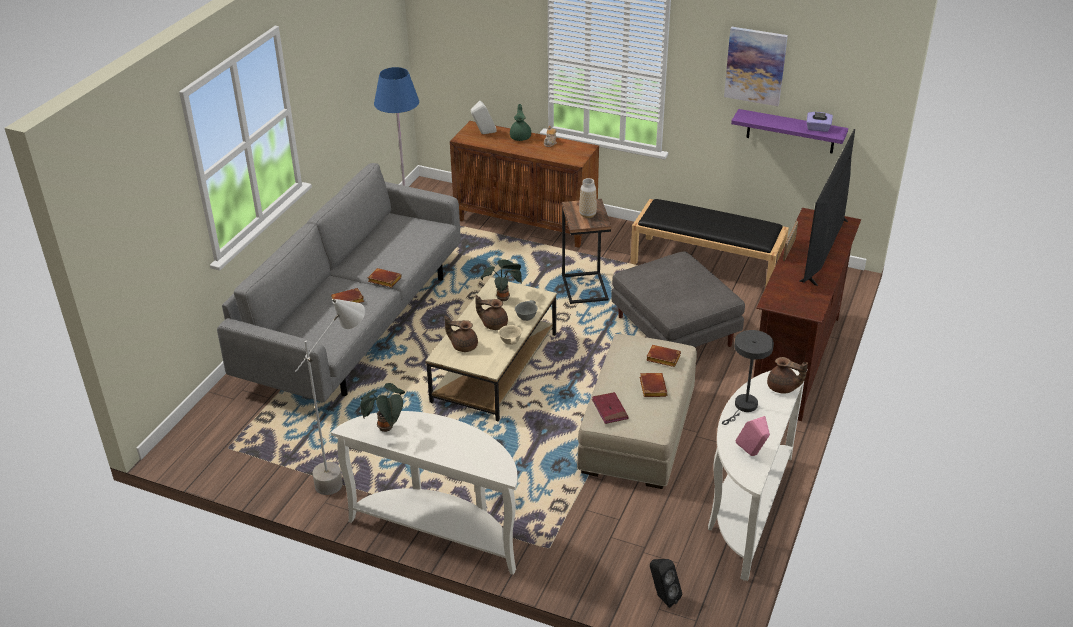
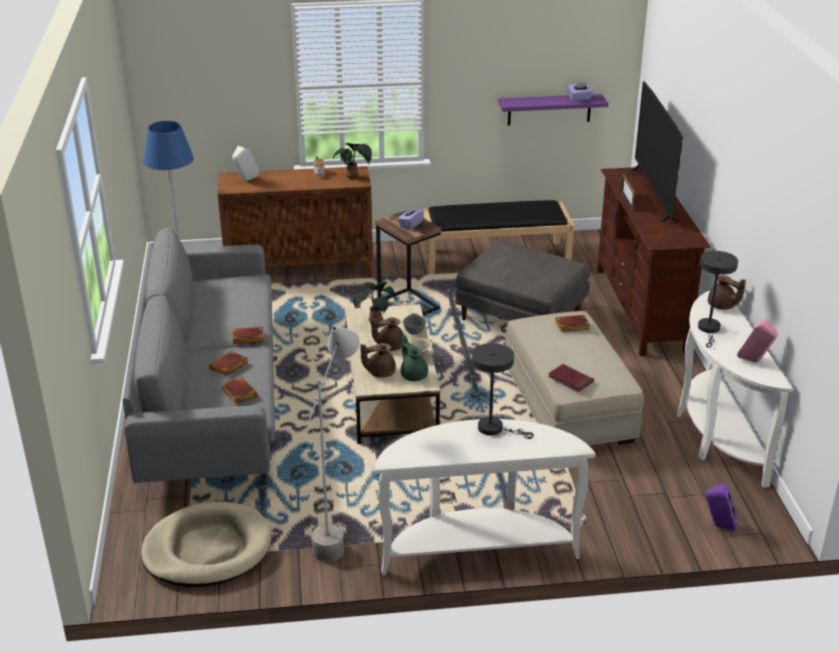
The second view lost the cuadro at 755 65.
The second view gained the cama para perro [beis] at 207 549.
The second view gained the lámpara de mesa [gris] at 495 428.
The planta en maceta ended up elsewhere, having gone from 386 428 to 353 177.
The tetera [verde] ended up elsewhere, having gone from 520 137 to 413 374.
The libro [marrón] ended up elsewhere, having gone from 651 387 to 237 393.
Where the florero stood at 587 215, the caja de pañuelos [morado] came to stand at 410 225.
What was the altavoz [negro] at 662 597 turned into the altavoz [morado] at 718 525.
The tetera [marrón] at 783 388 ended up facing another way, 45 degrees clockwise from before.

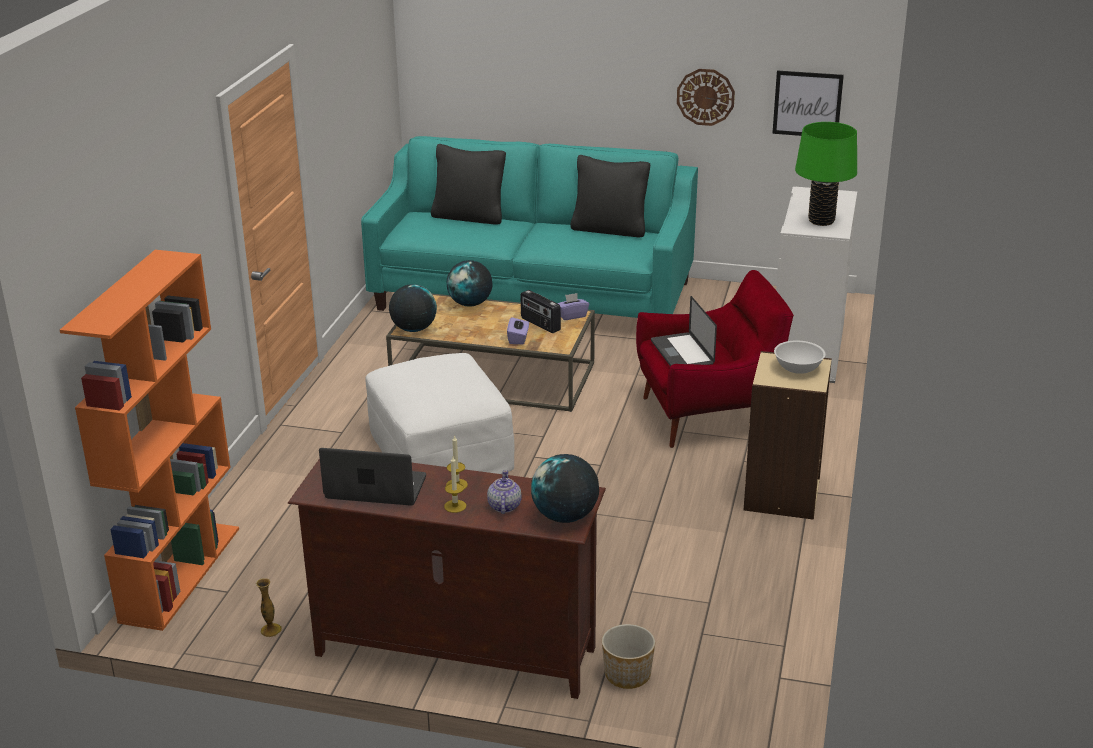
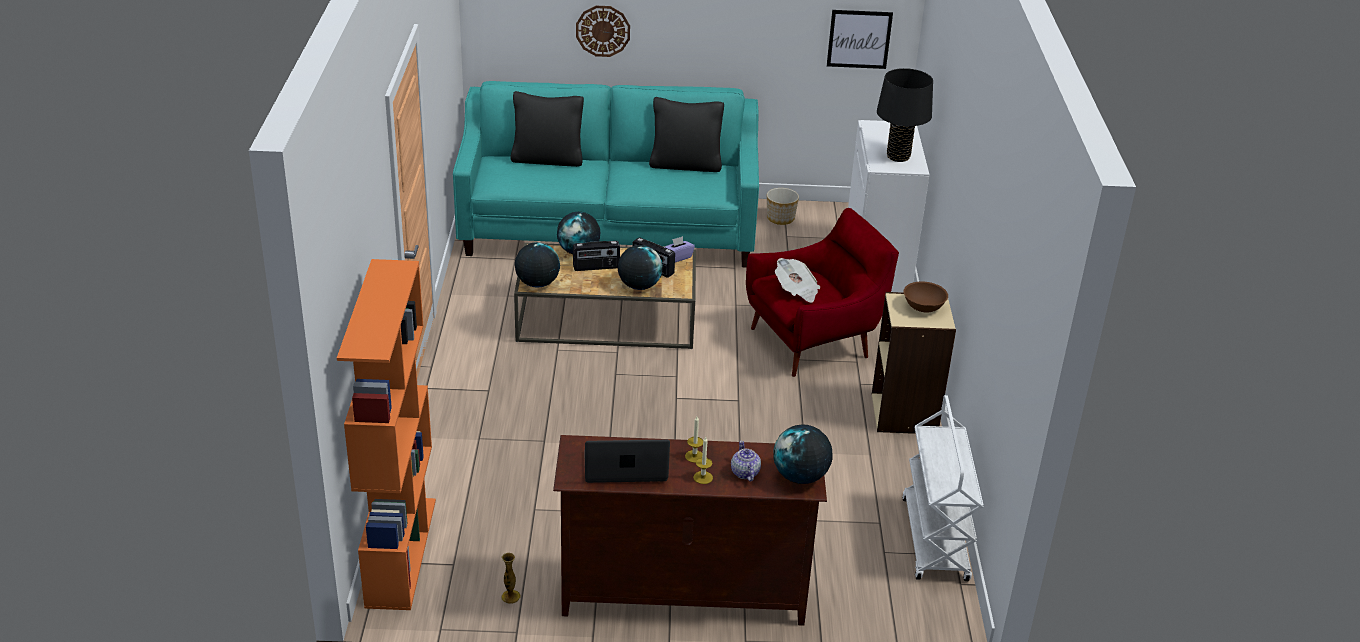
The second view lost the puf [blanco] at 441 448.
The second view gained the radio at 596 267.
The second view gained the carrito [blanco] at 935 540.
The maceta ended up elsewhere, having gone from 627 674 to 780 218.
The reloj de pared ended up elsewhere, having gone from 705 97 to 603 30.
Where the caja de pañuelos [morado] stood at 518 339, the globo terráqueo came to stand at 639 286.
Where the portátil stood at 682 353, the periódico came to stand at 796 291.
What was the cuenco [blanco] at 798 368 turned into the cuenco [marrón] at 923 307.
What was the lámpara de mesa [verde] at 821 221 turned into the lámpara de mesa [negro] at 898 157.

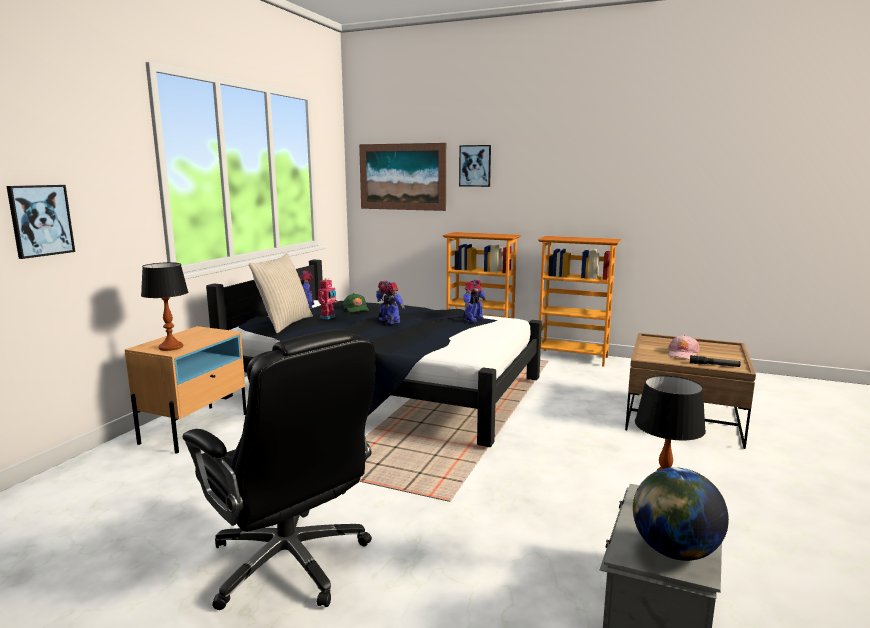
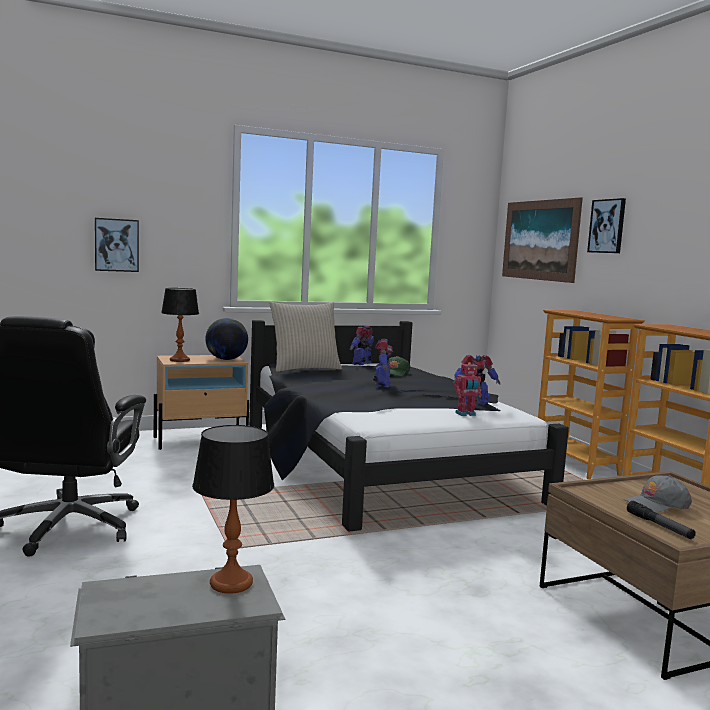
The robot de juguete ended up elsewhere, having gone from 328 317 to 466 414.
The globo terráqueo ended up elsewhere, having gone from 674 551 to 226 359.
What was the gorra [rosa] at 682 354 turned into the gorra [gris] at 657 504.

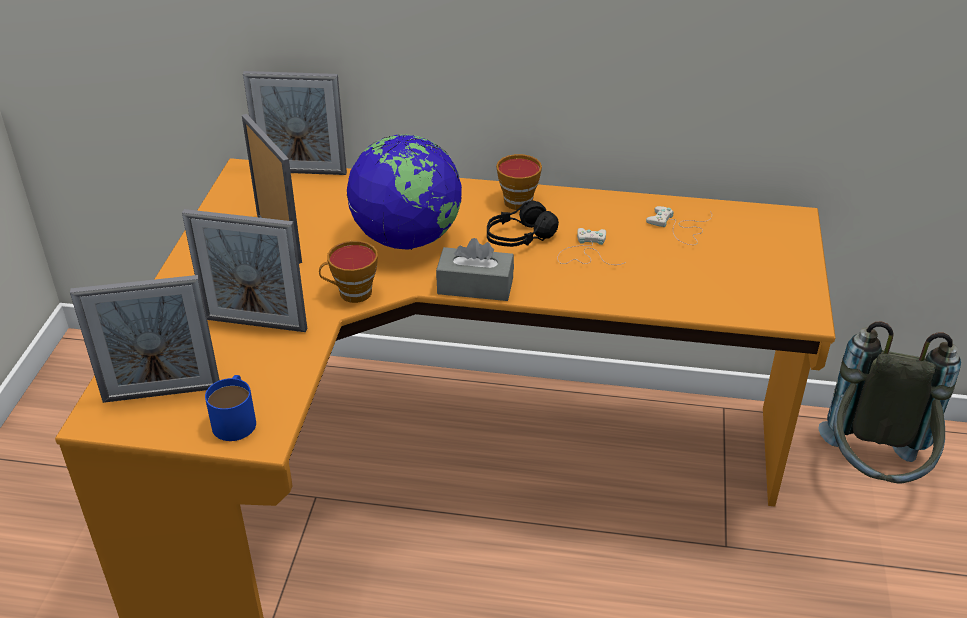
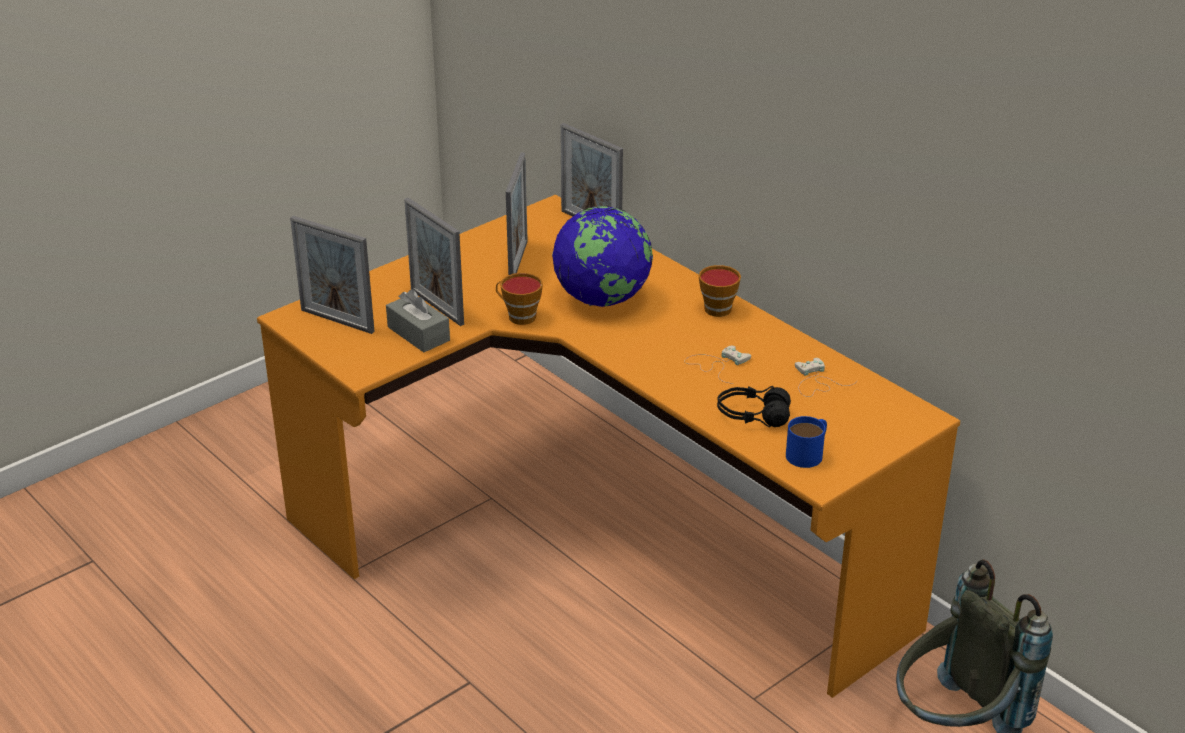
The taza grande [azul] ended up elsewhere, having gone from 236 418 to 808 452.
The caja de pañuelos [gris] ended up elsewhere, having gone from 475 286 to 418 334.
The auriculares [negro] ended up elsewhere, having gone from 519 238 to 752 416.

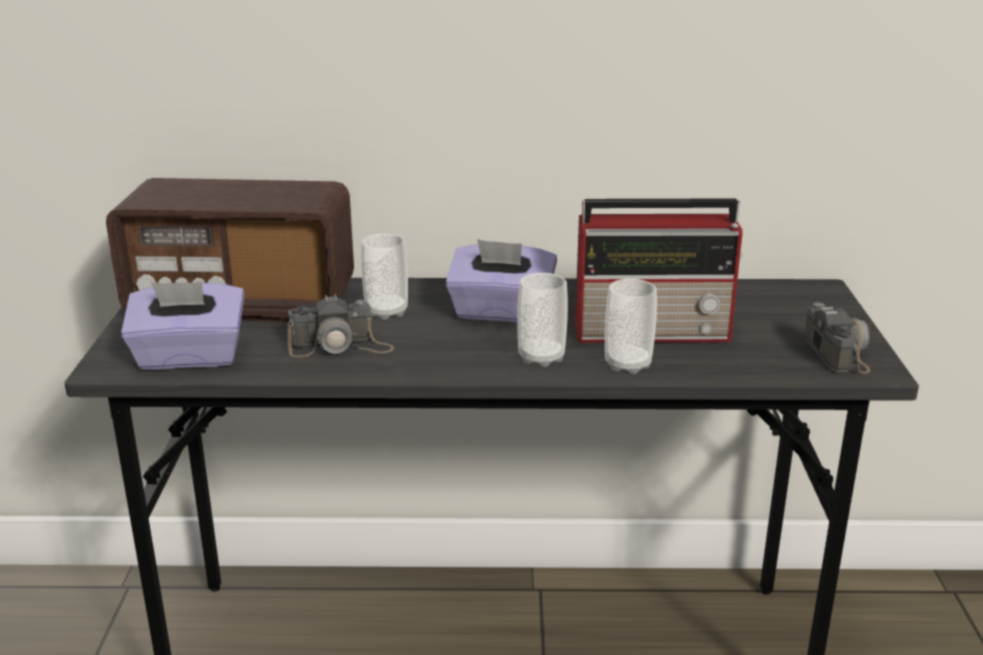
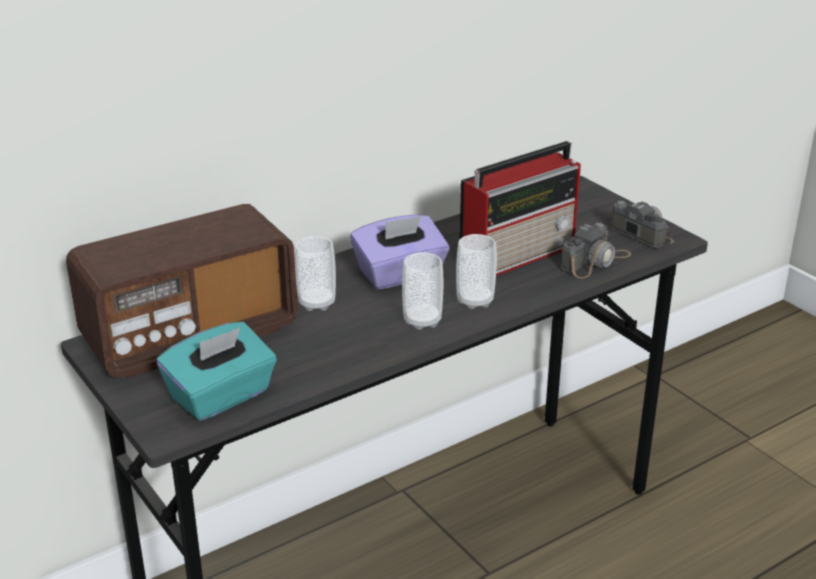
The cámara ended up elsewhere, having gone from 340 346 to 596 261.
The taza ended up elsewhere, having gone from 627 364 to 422 321.
What was the caja de pañuelos [morado] at 189 357 turned into the caja de pañuelos [turquesa] at 221 396.

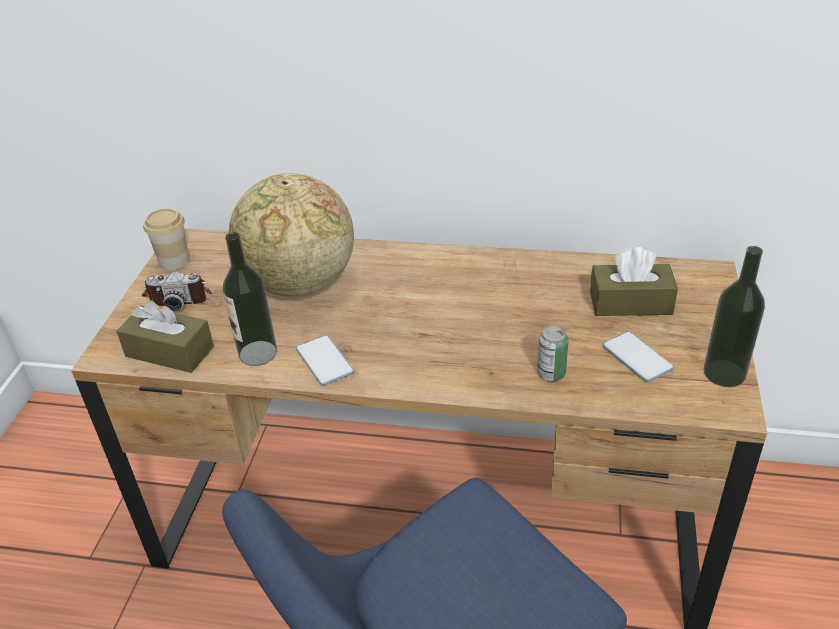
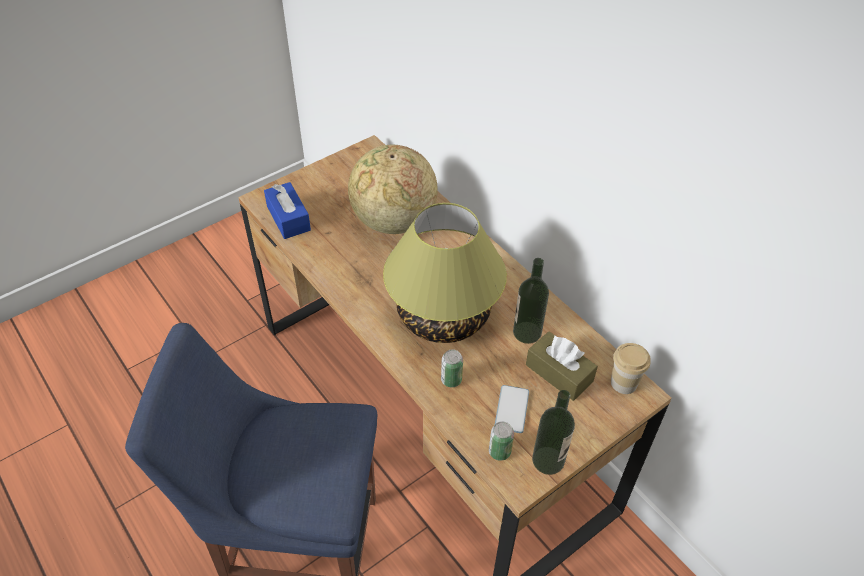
The second view lost the cámara at 179 296.
The second view lost the móvil at 324 361.
The second view gained the lámpara de mesa at 444 316.
The second view gained the lata at 499 451.
The taza ended up elsewhere, having gone from 174 261 to 623 383.
The botella ended up elsewhere, having gone from 257 353 to 527 332.
What was the caja de pañuelos [marrón] at 169 351 turned into the caja de pañuelos [azul] at 288 218.

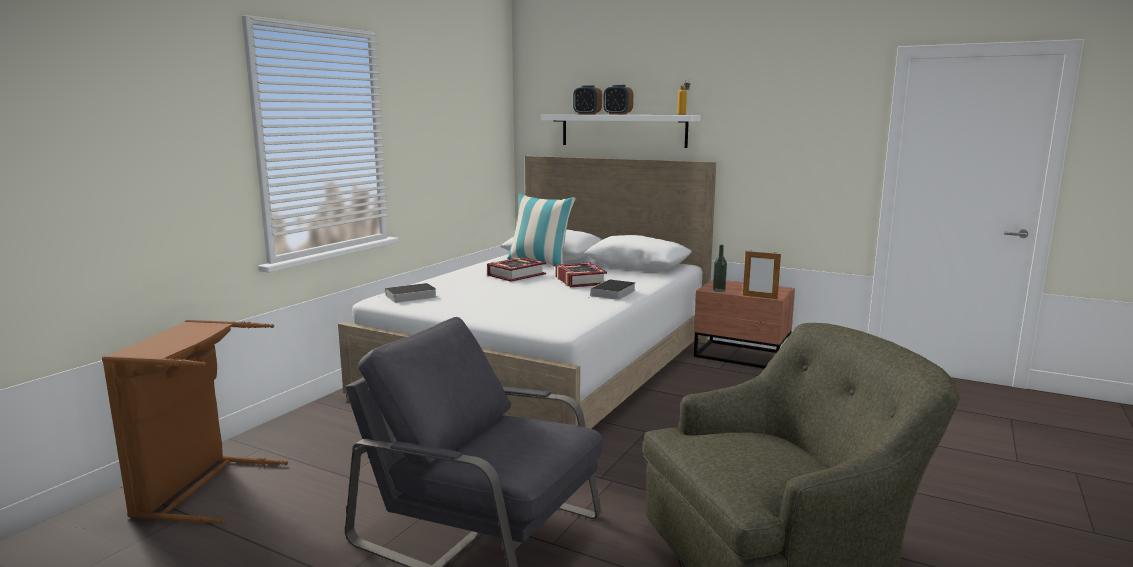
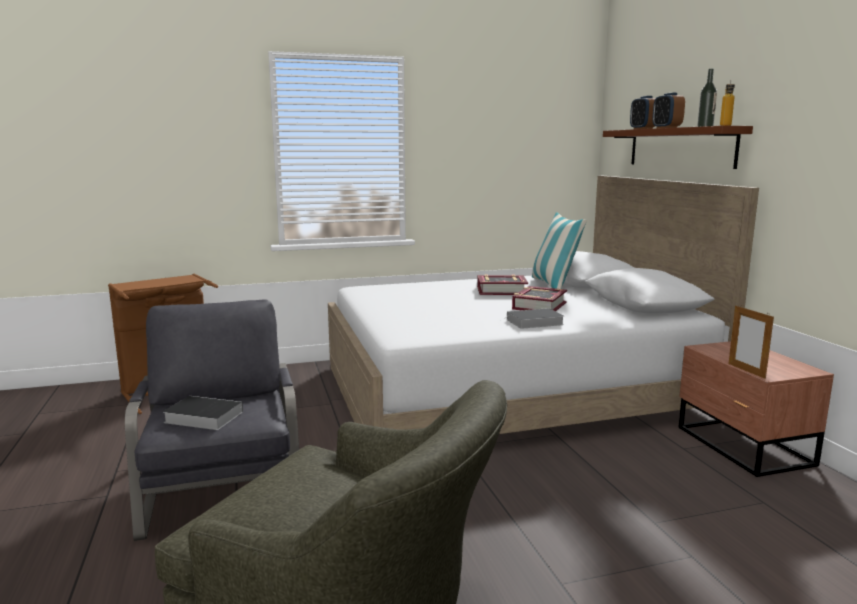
The libro ended up elsewhere, having gone from 409 296 to 201 417.
The botella ended up elsewhere, having gone from 719 290 to 705 126.
What was the estante [blanco] at 623 130 turned into the estante [marrón] at 680 147.

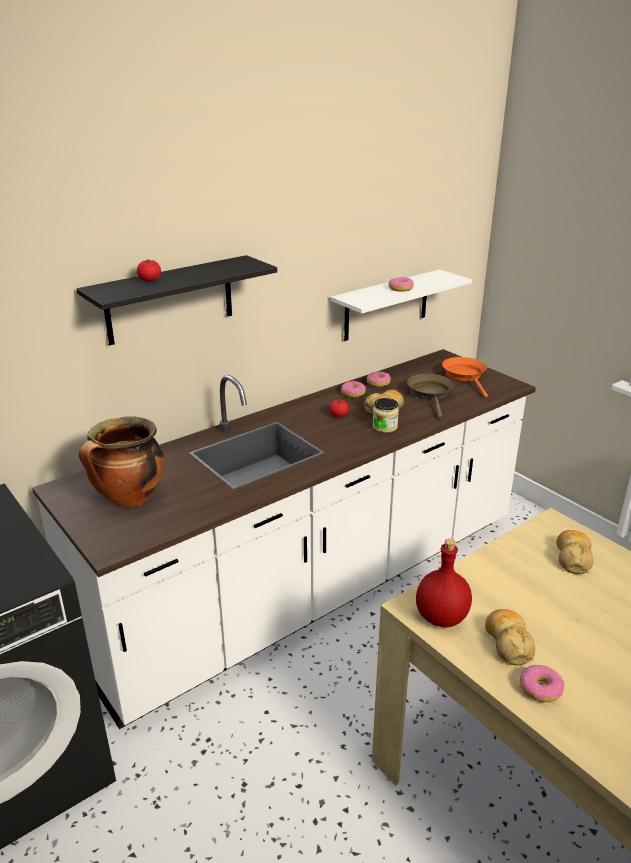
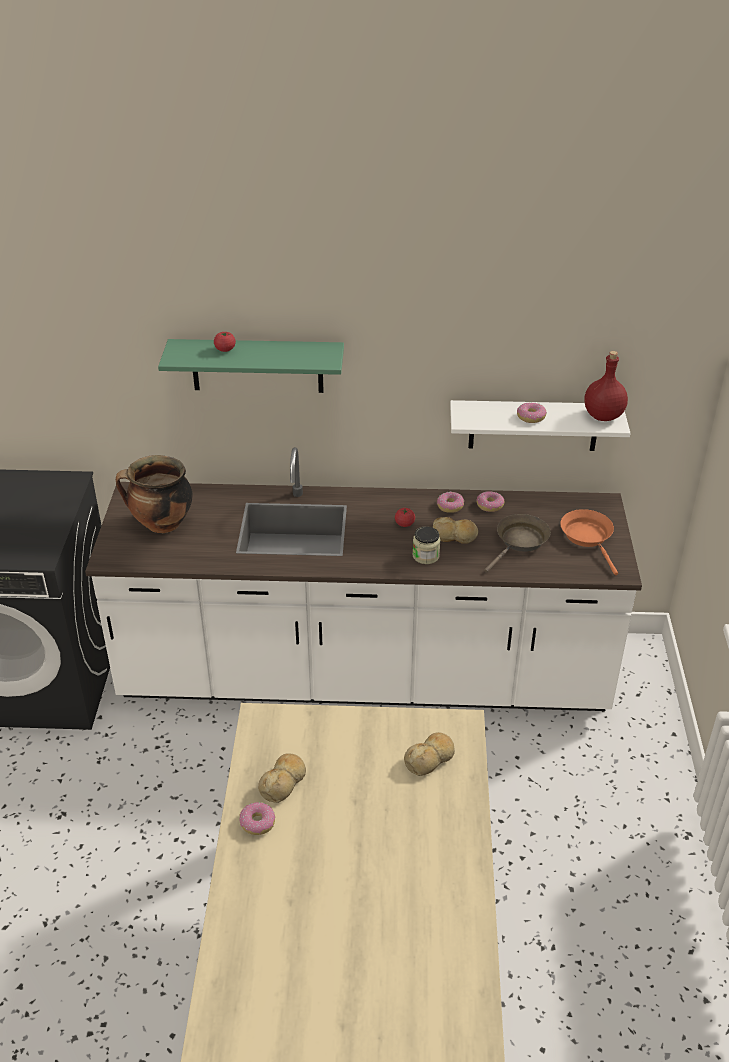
The botella [rojo] ended up elsewhere, having gone from 442 617 to 604 416.
What was the estante [negro] at 170 300 turned into the estante [verde] at 257 365.
The sartén [naranja] at 465 376 ended up facing another way, 45 degrees counterclockwise from before.

